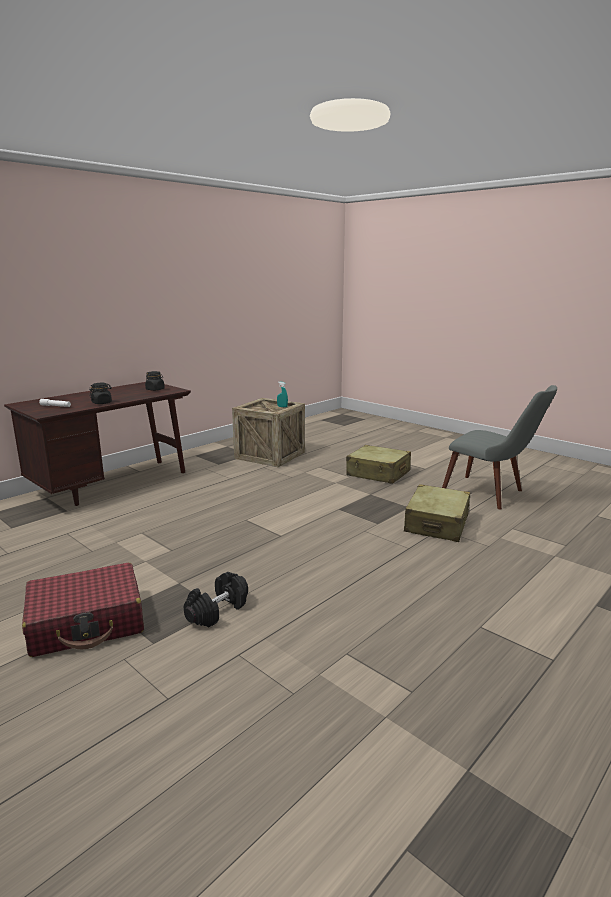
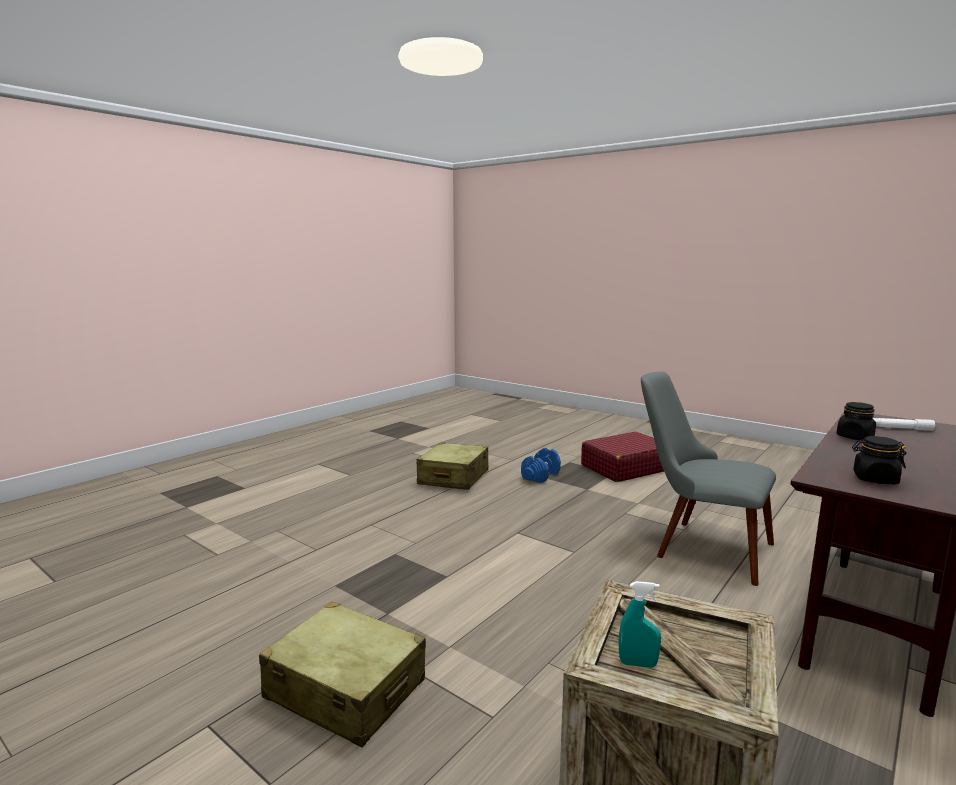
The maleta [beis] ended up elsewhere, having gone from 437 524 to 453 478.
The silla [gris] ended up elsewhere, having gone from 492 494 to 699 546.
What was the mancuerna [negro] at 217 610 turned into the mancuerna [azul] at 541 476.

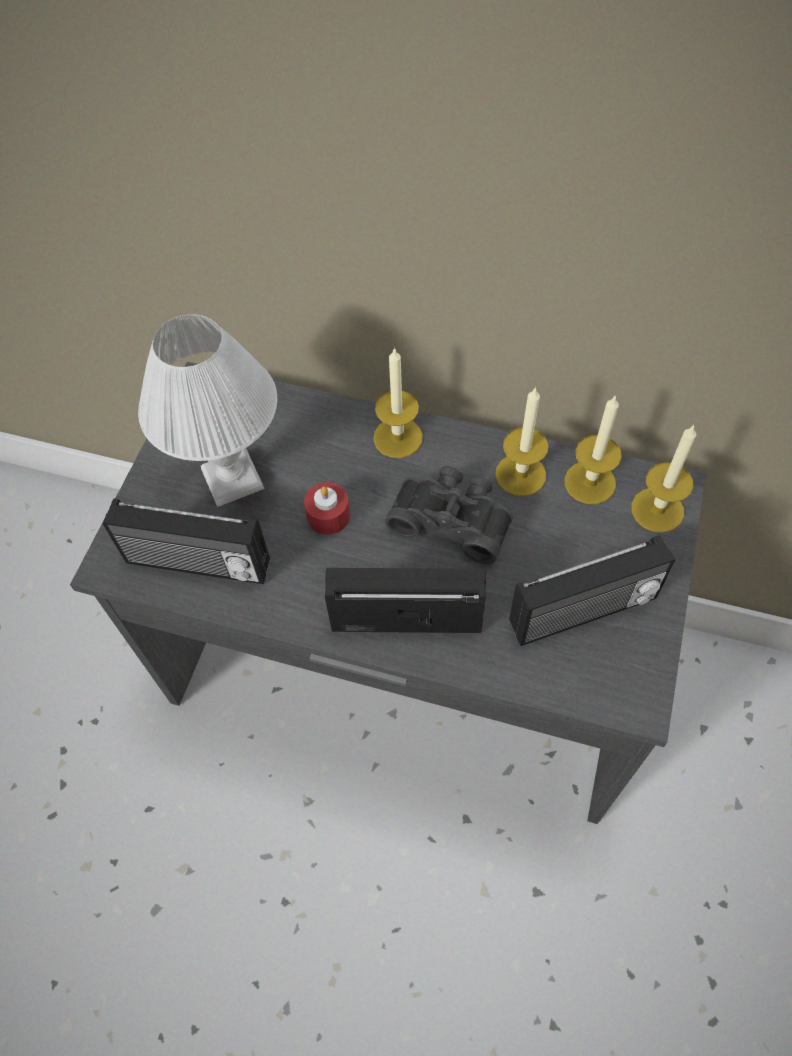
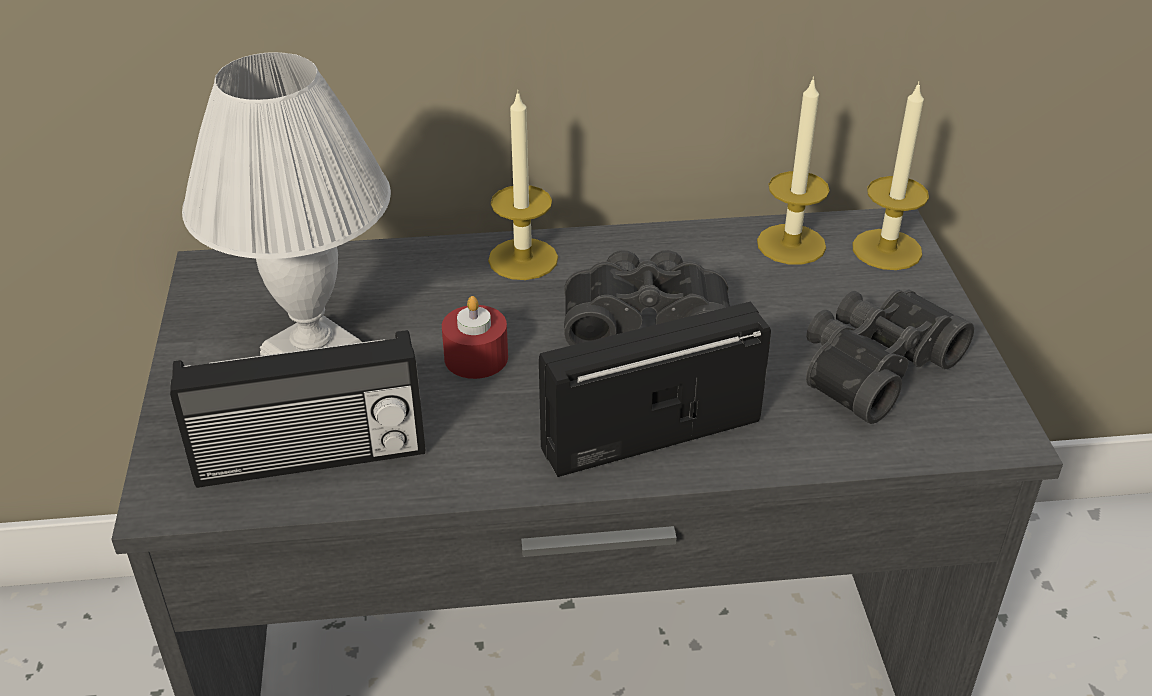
The second view lost the vela at 520 474.
Where the radio stood at 584 612, the prismáticos [negro] came to stand at 872 365.

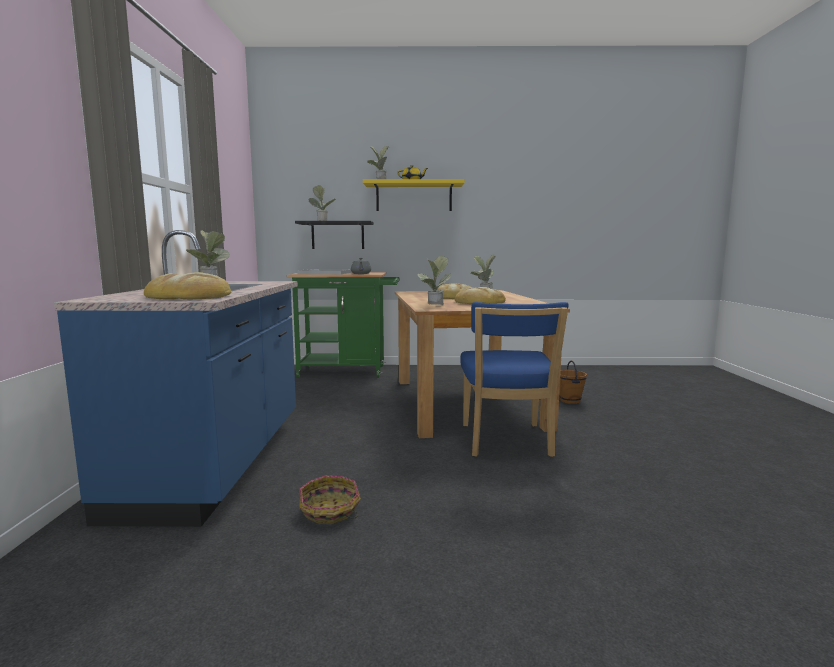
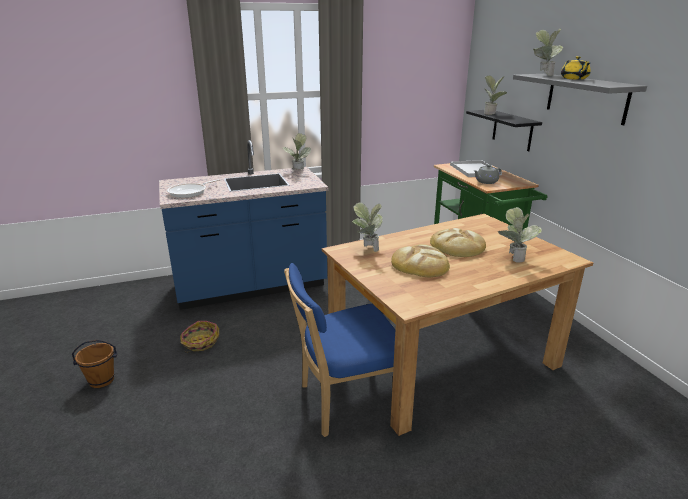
The cubo [marrón] ended up elsewhere, having gone from 570 401 to 101 381.
Where the pan stood at 190 296, the sartén came to stand at 190 192.
What was the estante [amarillo] at 414 197 turned into the estante [gris] at 586 98.

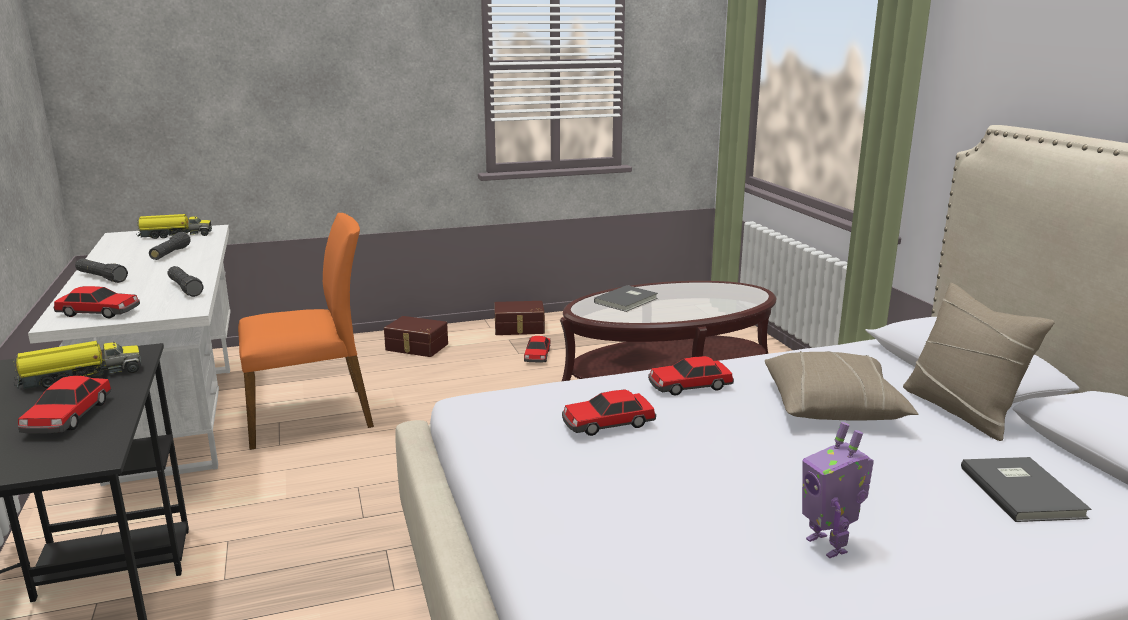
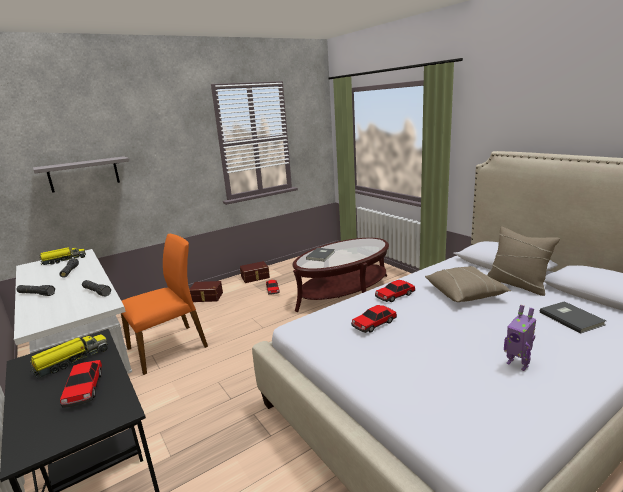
The second view lost the coche de juguete at 99 312.
The second view gained the estante [gris] at 84 174.

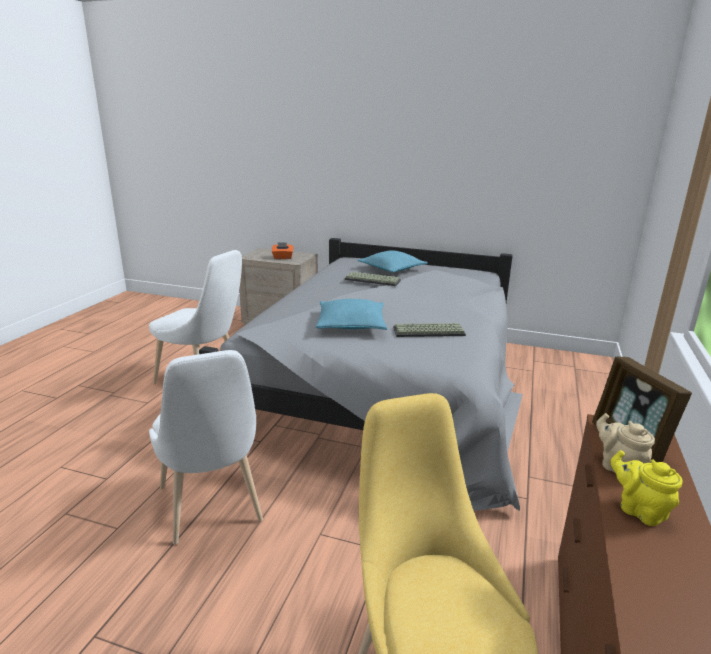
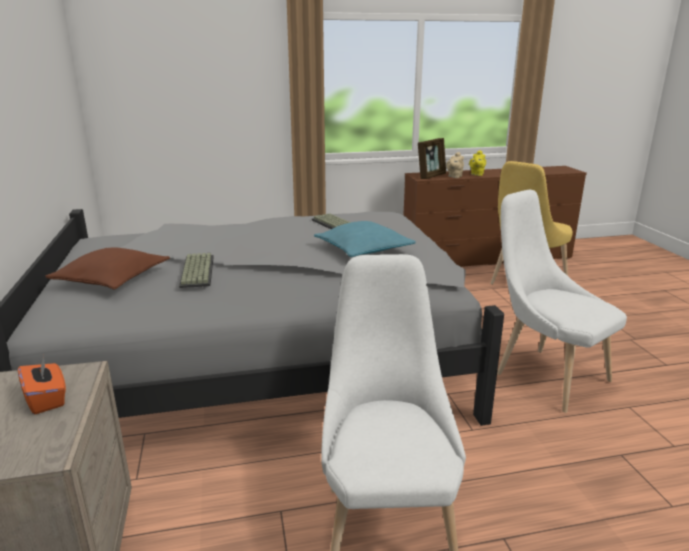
What was the cojín [turquesa] at 392 269 turned into the cojín [marrón] at 112 279.
The silla [blanco] at 213 509 ended up facing another way, 75 degrees counterclockwise from before.

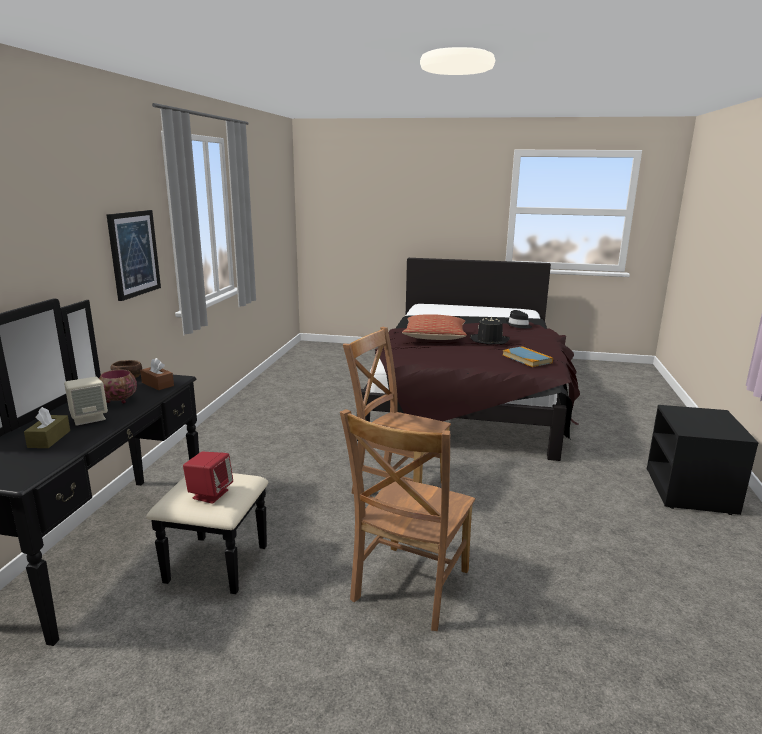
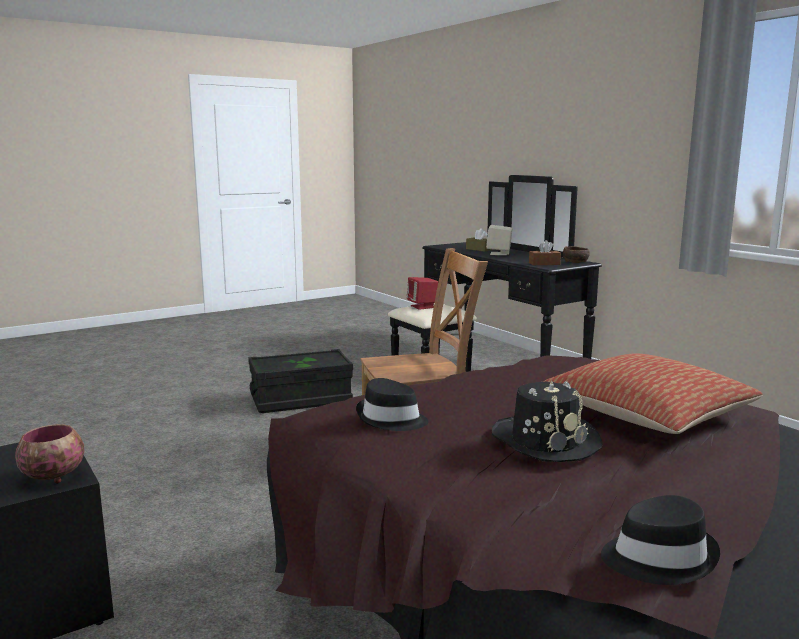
The second view lost the cuadro at 134 253.
The cuenco ended up elsewhere, having gone from 118 400 to 54 476.
Where the silla [marrón] stood at 409 588, the caja de almacenaje [negro] came to stand at 301 399.
Where the libro stood at 527 359, the sombrero [negro] came to stand at 391 419.

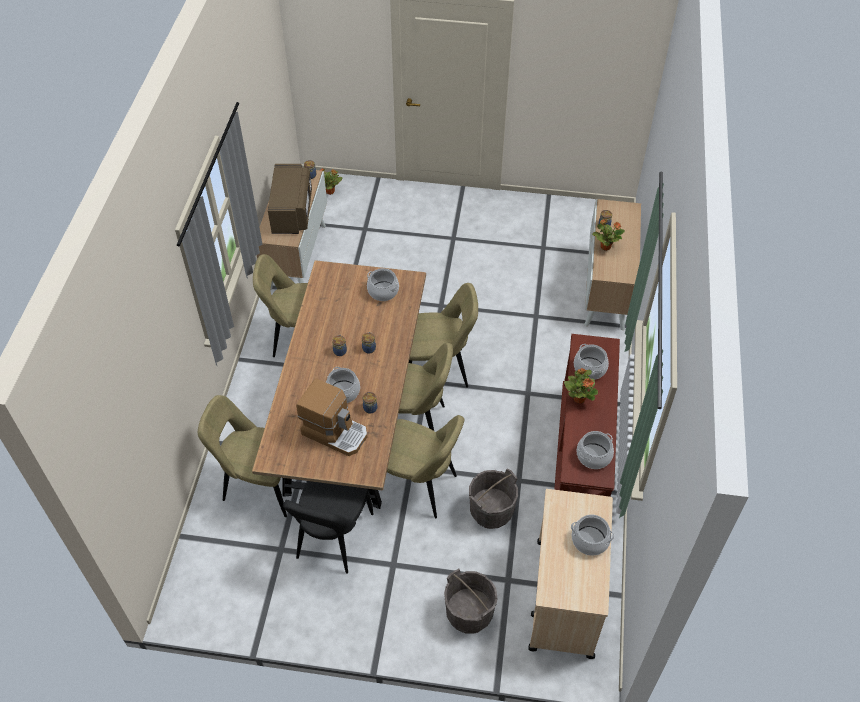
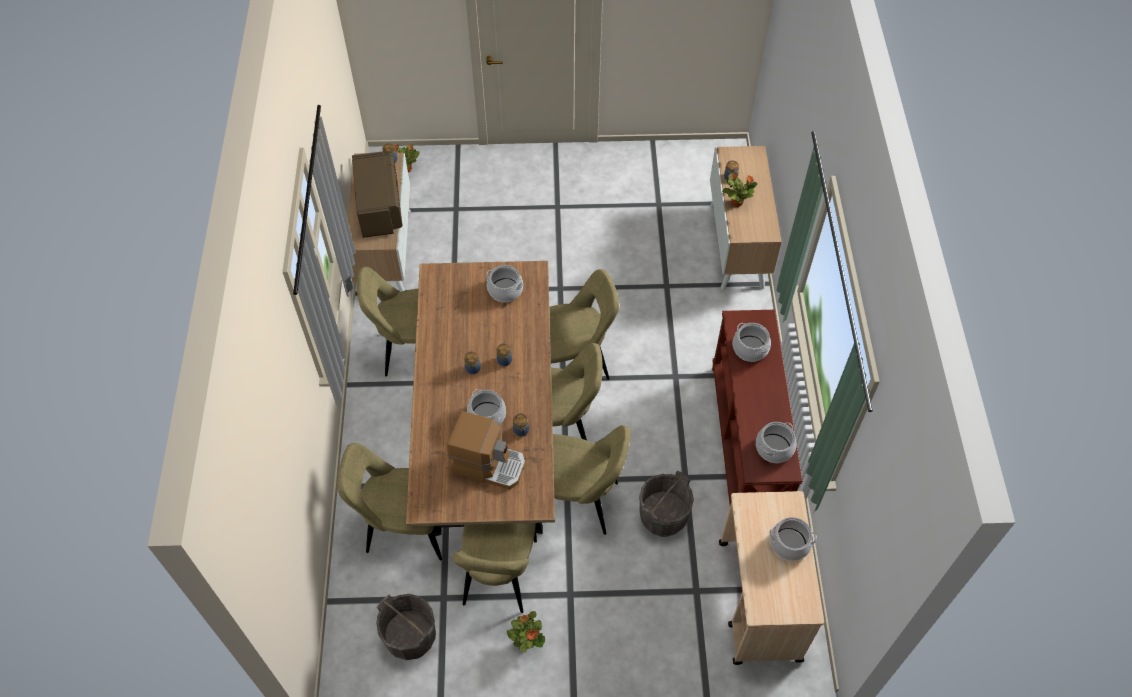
The cubo [gris] ended up elsewhere, having gone from 469 613 to 411 637.
The planta en maceta ended up elsewhere, having gone from 579 398 to 527 640.
What was the silla [negro] at 333 539 turned into the silla [beis] at 498 577.

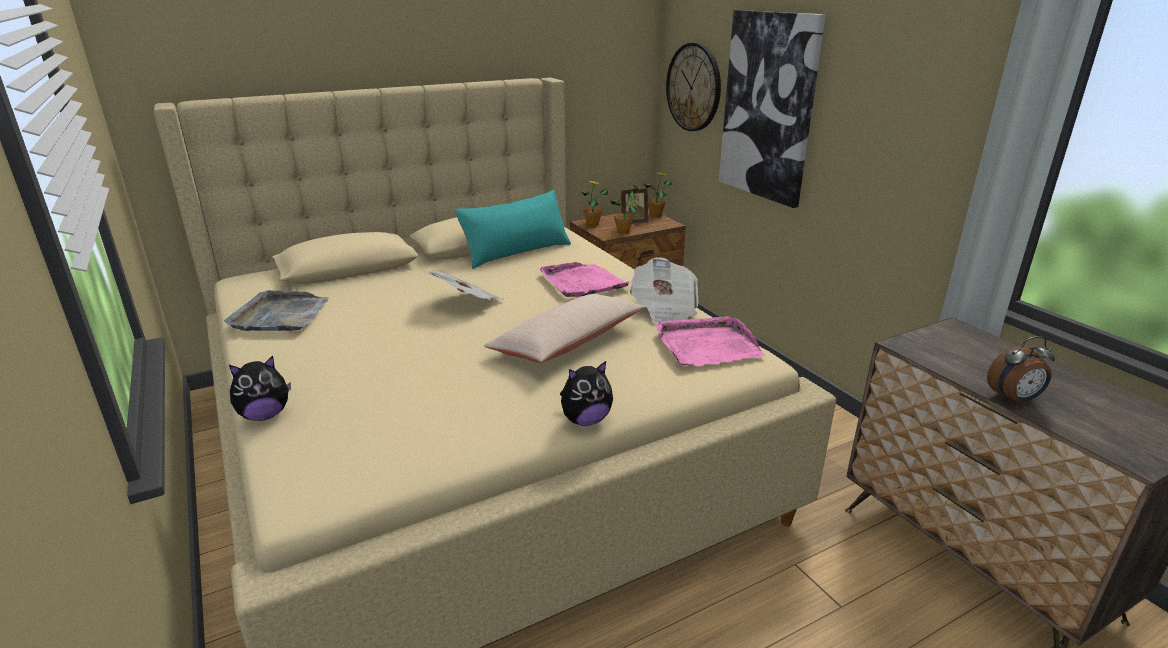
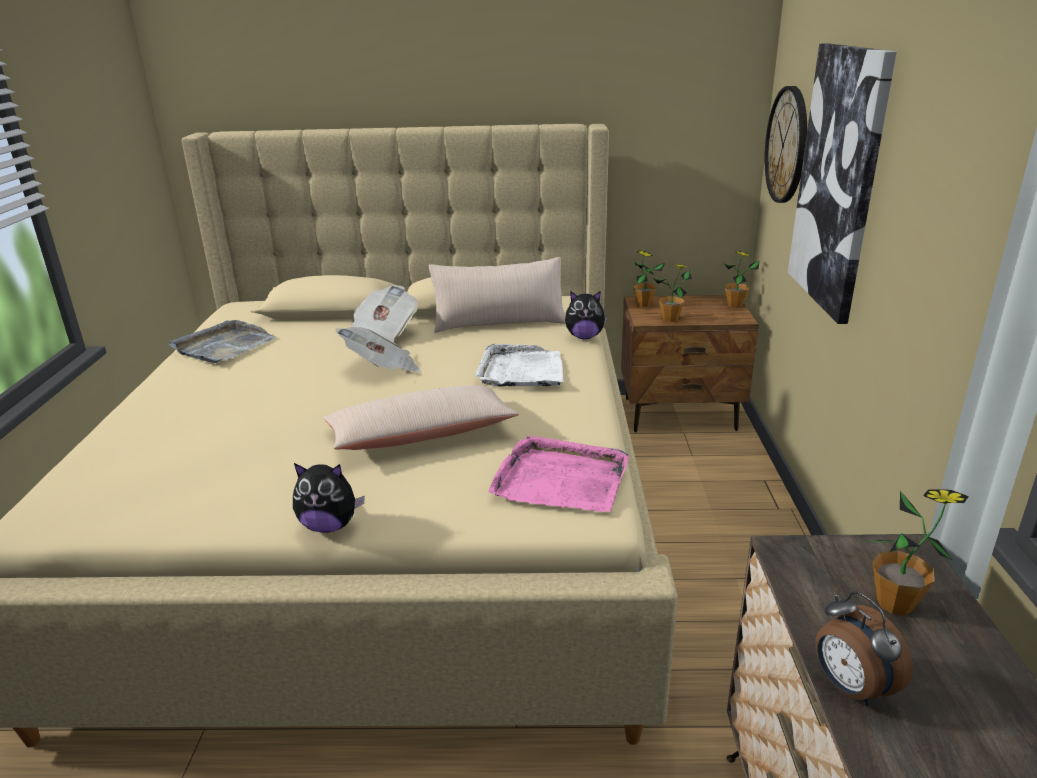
The second view lost the portarretratos at 633 223.
The second view gained the planta en maceta at 895 603.
The peluche ended up elsewhere, having gone from 265 415 to 584 337.
The periódico ended up elsewhere, having gone from 663 309 to 382 335.
What was the cojín [turquesa] at 516 252 turned into the cojín [beis] at 499 322.
What was the bandeja [rosa] at 582 282 turned into the bandeja [blanco] at 521 370.
The despertador at 1014 399 ended up facing another way, 45 degrees clockwise from before.

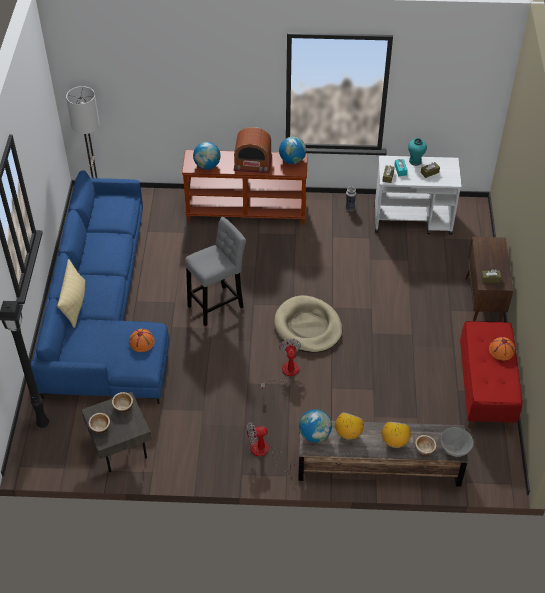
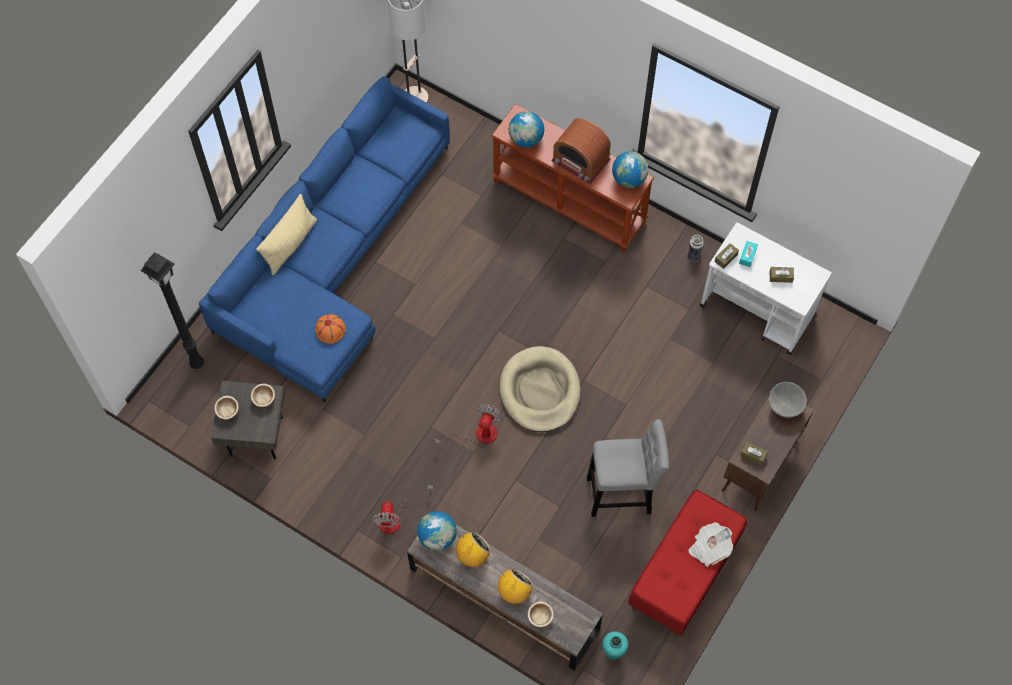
The taburete [gris] ended up elsewhere, having gone from 218 305 to 623 494.
The florero [turquesa] ended up elsewhere, having gone from 415 161 to 613 651.
The cuenco [gris] ended up elsewhere, having gone from 454 449 to 784 406.
Where the sombrero [naranja] stood at 501 350, the periódico came to stand at 709 548.
The ventilador at 265 452 ended up facing another way, 105 degrees counterclockwise from before.

